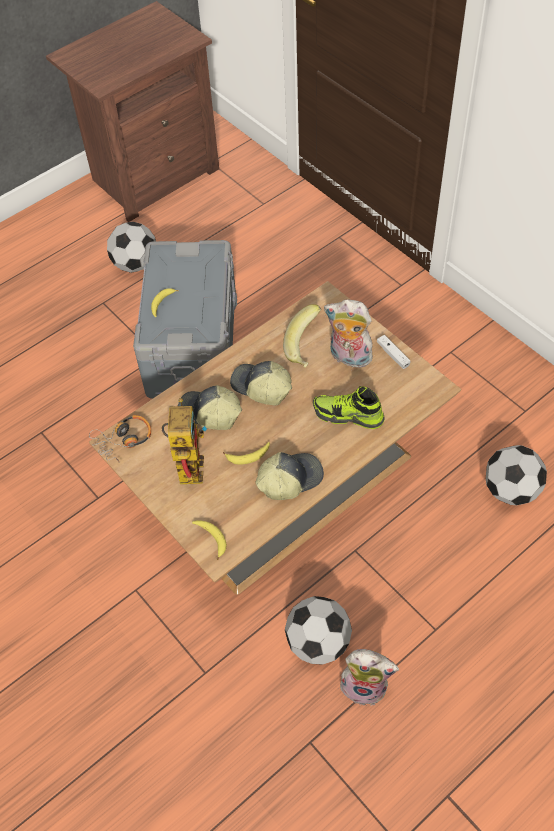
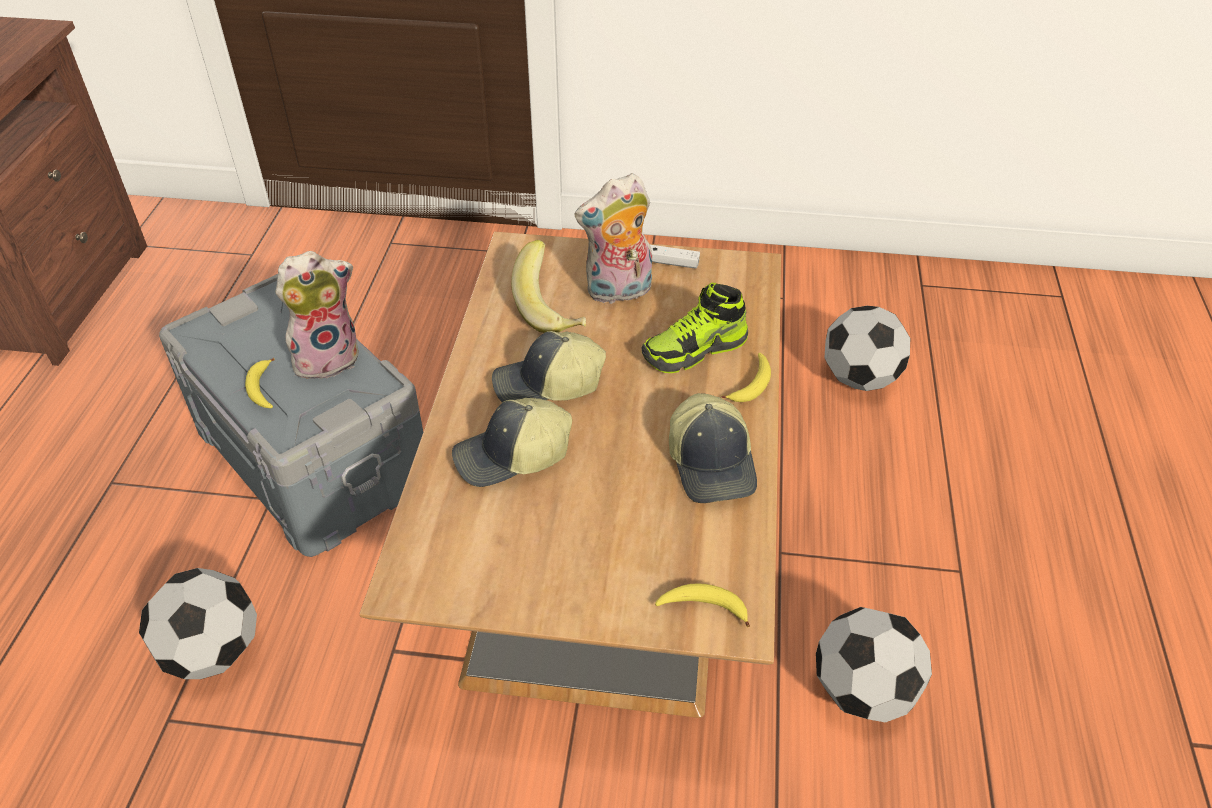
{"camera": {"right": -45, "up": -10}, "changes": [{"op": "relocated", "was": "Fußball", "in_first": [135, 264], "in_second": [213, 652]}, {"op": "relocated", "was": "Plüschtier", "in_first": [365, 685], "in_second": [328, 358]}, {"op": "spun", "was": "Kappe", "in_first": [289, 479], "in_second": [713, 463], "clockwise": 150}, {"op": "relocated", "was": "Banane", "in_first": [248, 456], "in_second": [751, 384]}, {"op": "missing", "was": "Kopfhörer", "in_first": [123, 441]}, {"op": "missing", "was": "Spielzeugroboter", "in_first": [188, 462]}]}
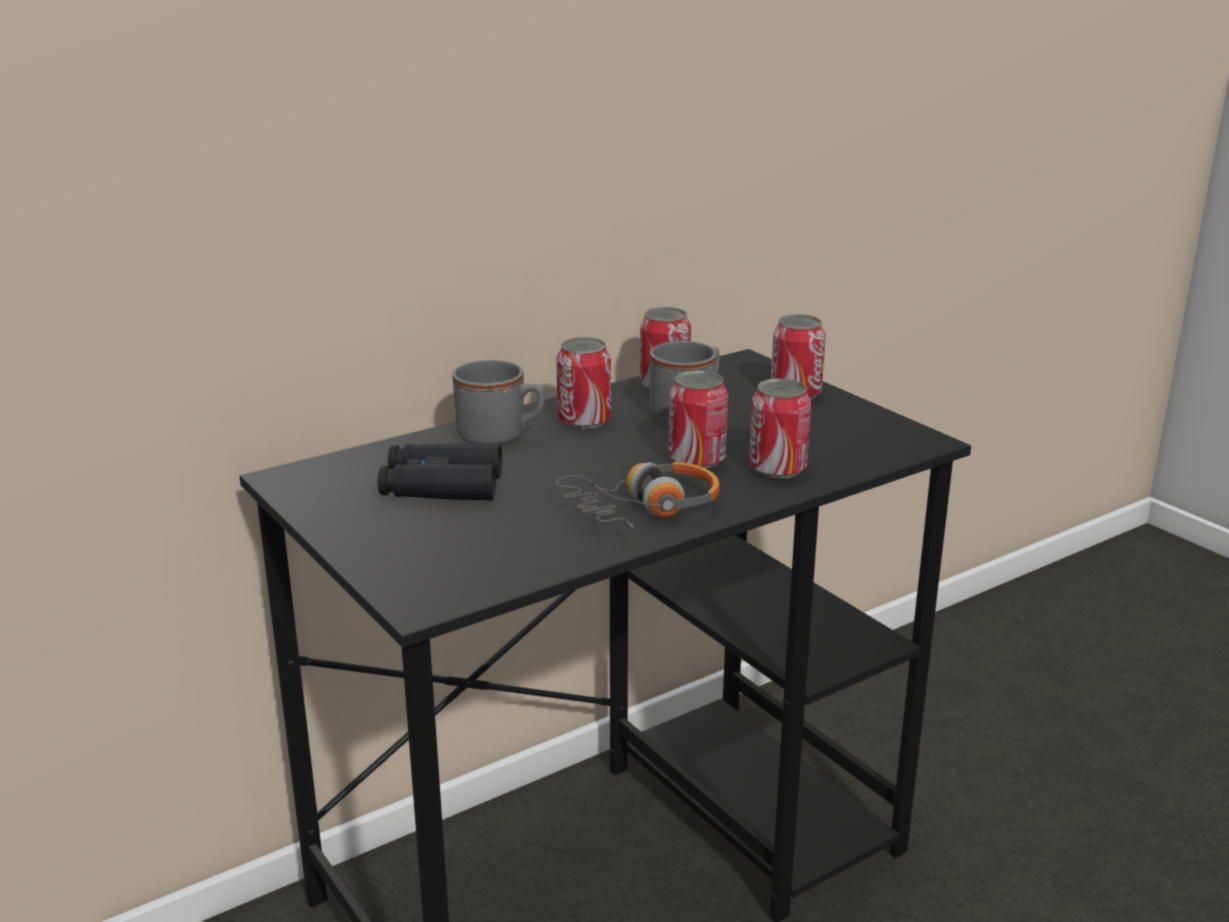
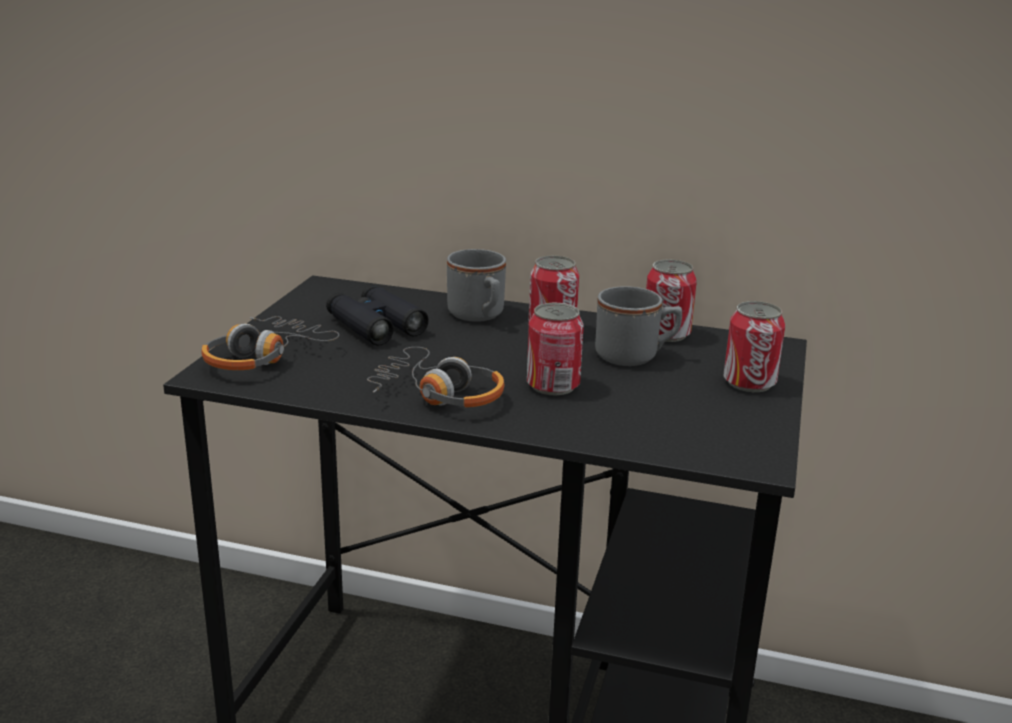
{"camera": {"right": 50, "up": 0}, "changes": [{"op": "appeared", "now": "Kopfhörer", "in_second": [264, 357]}, {"op": "missing", "was": "Dose", "in_first": [777, 468]}]}
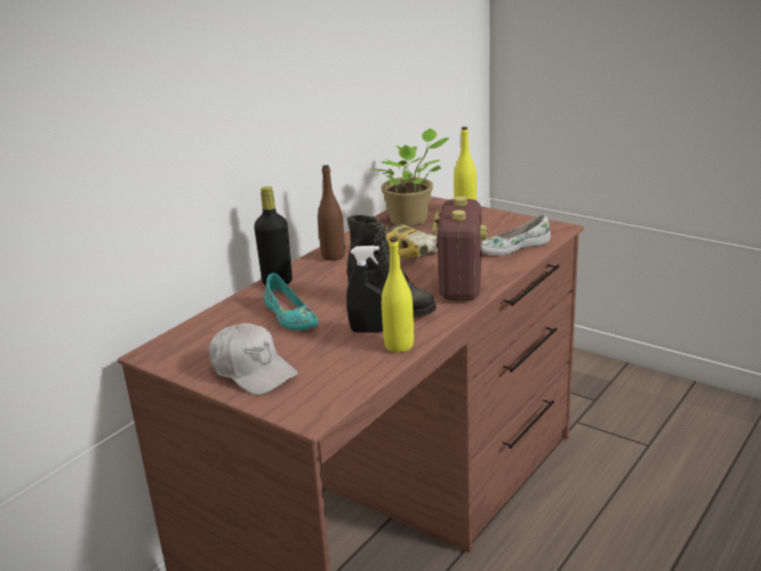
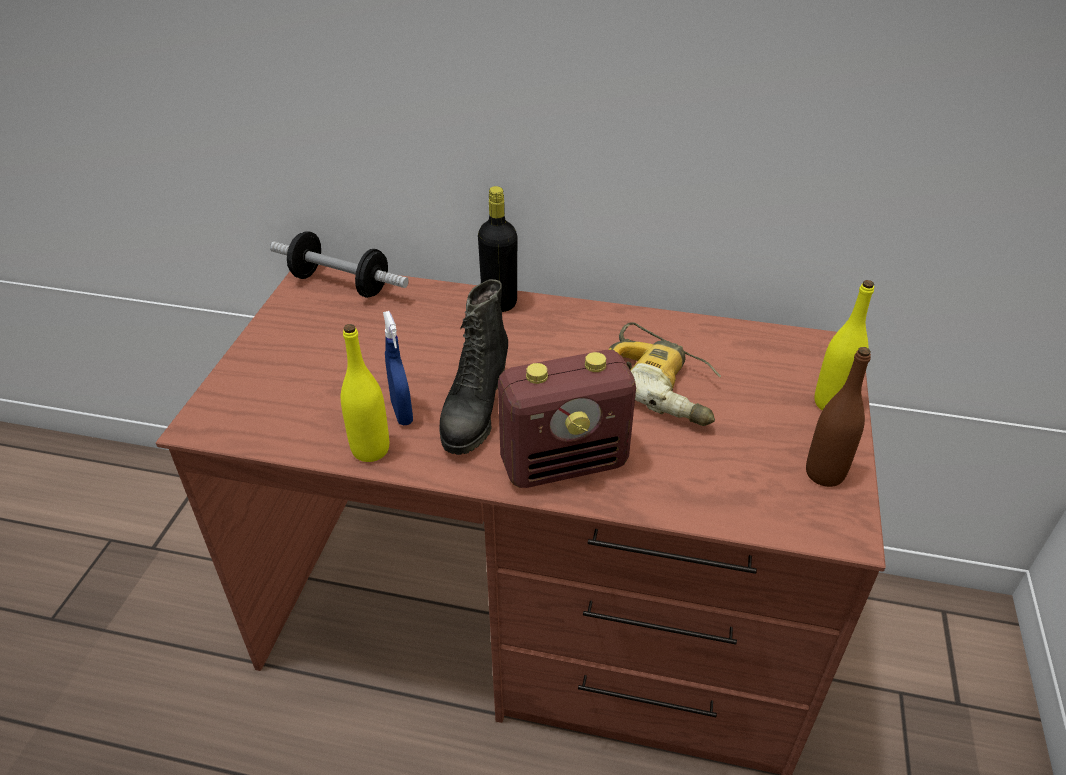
{"camera": {"right": 65, "up": 15}, "changes": [{"op": "appeared", "now": "Hantel", "in_second": [341, 284]}, {"op": "colour", "was": "Sprühflasche/schwarz", "now": "Sprühflasche/blau", "in_first": [369, 330], "in_second": [402, 412]}, {"op": "relocated", "was": "Flasche/braun", "in_first": [333, 256], "in_second": [824, 473]}, {"op": "missing", "was": "Kappe/weiß", "in_first": [253, 371]}, {"op": "missing", "was": "Schuh/türkis", "in_first": [290, 317]}, {"op": "missing", "was": "Topfpflanze", "in_first": [411, 220]}, {"op": "missing", "was": "Schuh/weiß", "in_first": [513, 247]}]}
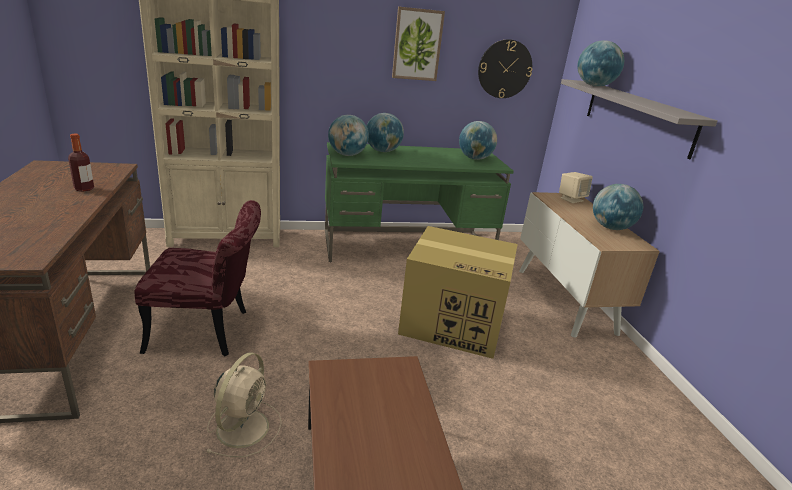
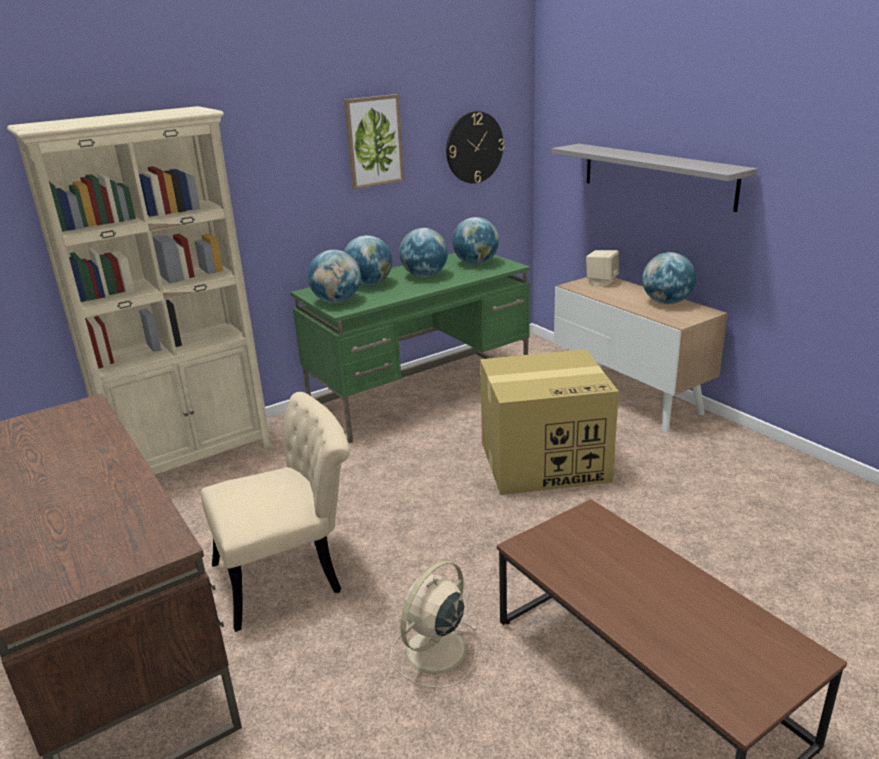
{"camera": {"right": -20, "up": 0}, "changes": [{"op": "colour", "was": "Stuhl/rot", "now": "Stuhl/beige", "in_first": [209, 331], "in_second": [291, 573]}, {"op": "spun", "was": "Ventilator/beige", "in_first": [244, 426], "in_second": [434, 652], "clockwise": -135}, {"op": "relocated", "was": "Globus", "in_first": [594, 86], "in_second": [424, 276]}, {"op": "missing", "was": "Flasche", "in_first": [84, 189]}]}
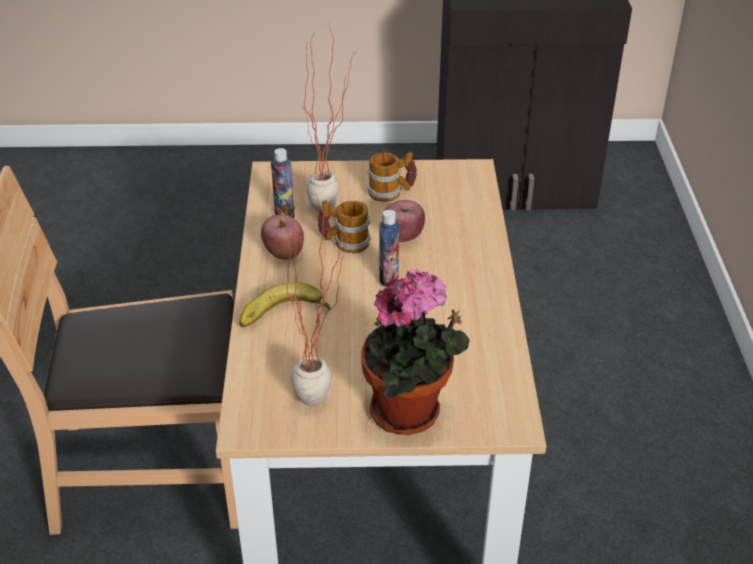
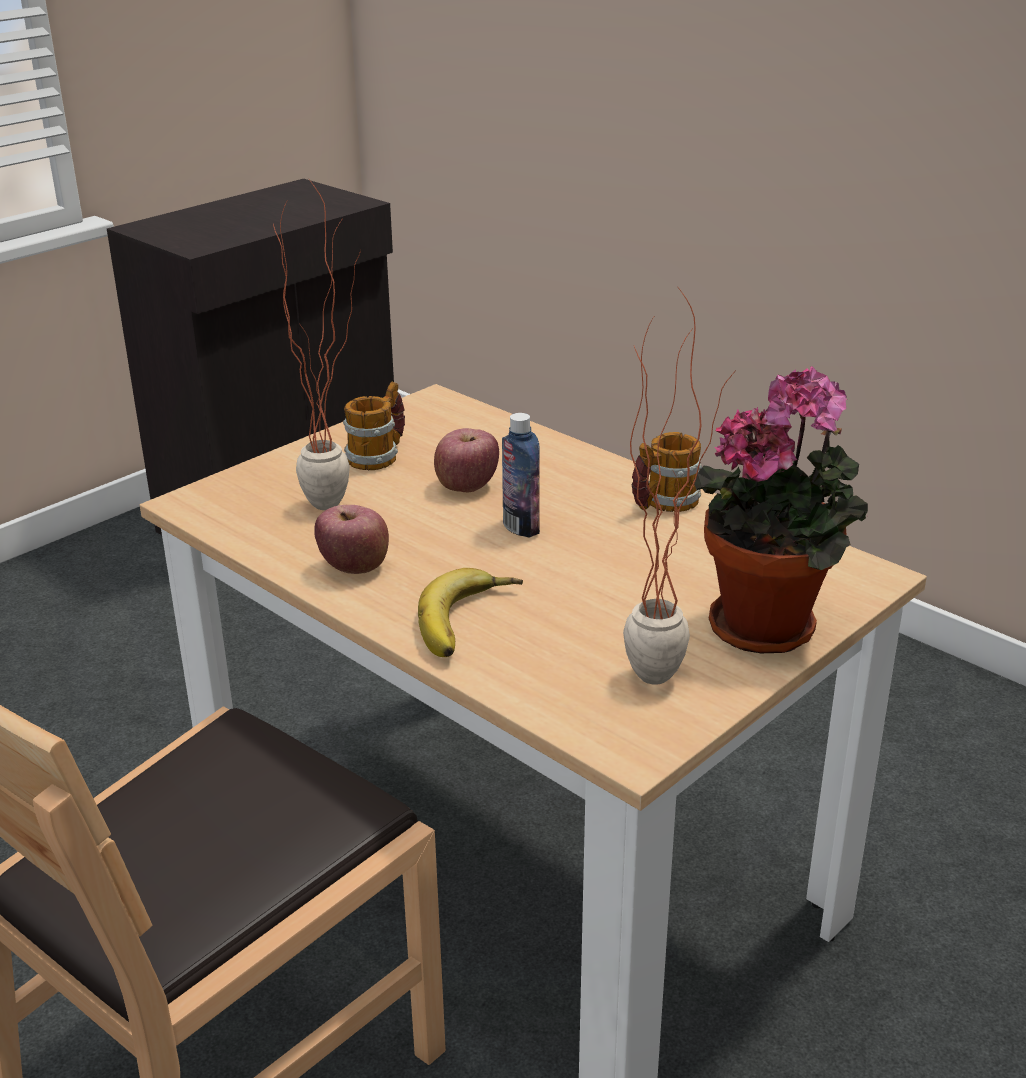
{"camera": {"right": -45, "up": -10}, "changes": [{"op": "relocated", "was": "Henkelbecher", "in_first": [344, 242], "in_second": [663, 503]}, {"op": "missing", "was": "Flasche", "in_first": [284, 213]}]}
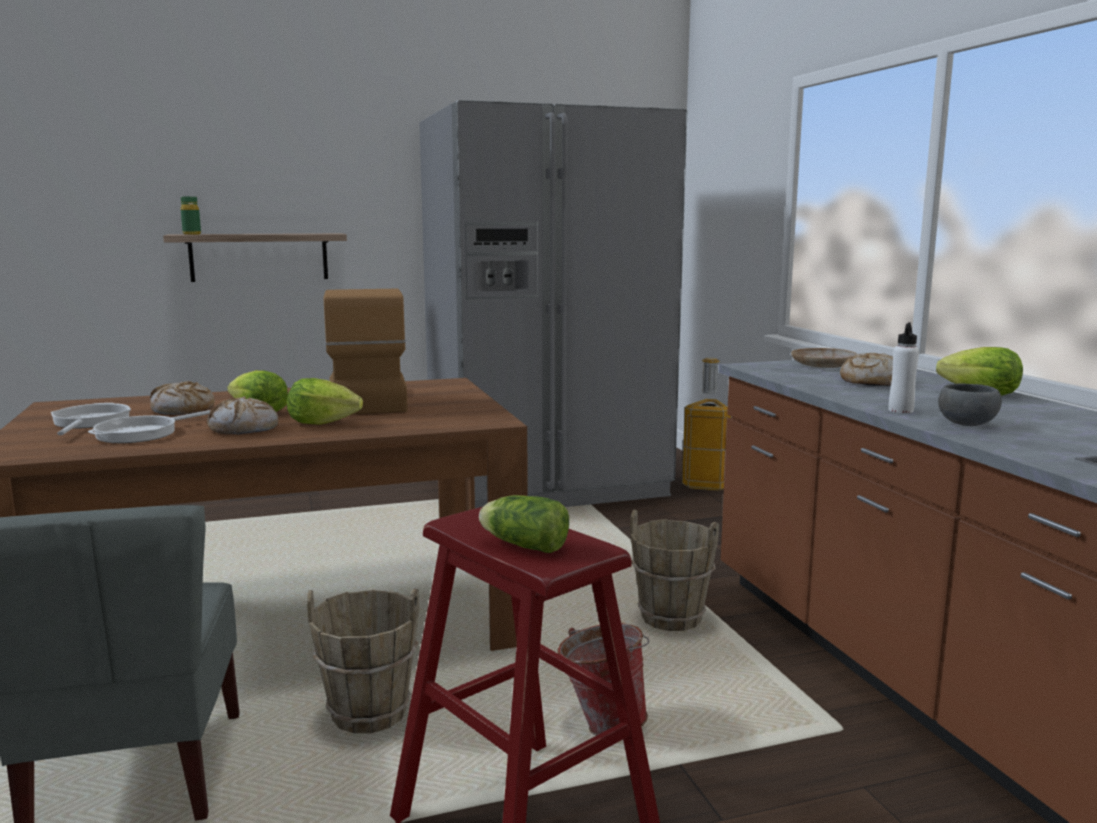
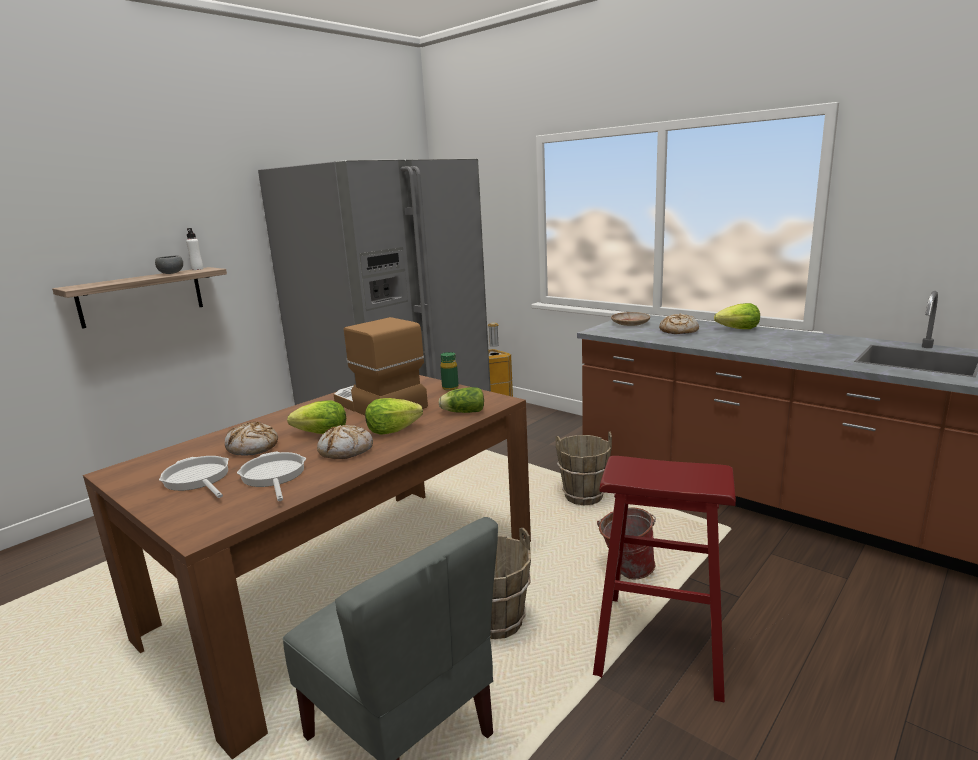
{"camera": {"right": -30, "up": 5}, "changes": [{"op": "relocated", "was": "Schüssel/grau", "in_first": [966, 424], "in_second": [171, 273]}, {"op": "relocated", "was": "Flasche/weiß", "in_first": [900, 410], "in_second": [197, 269]}, {"op": "spun", "was": "Pfanne", "in_first": [142, 433], "in_second": [273, 476], "clockwise": 150}, {"op": "relocated", "was": "Salatkopf", "in_first": [522, 545], "in_second": [462, 412]}, {"op": "relocated", "was": "Flasche/grün", "in_first": [192, 234], "in_second": [450, 388]}]}
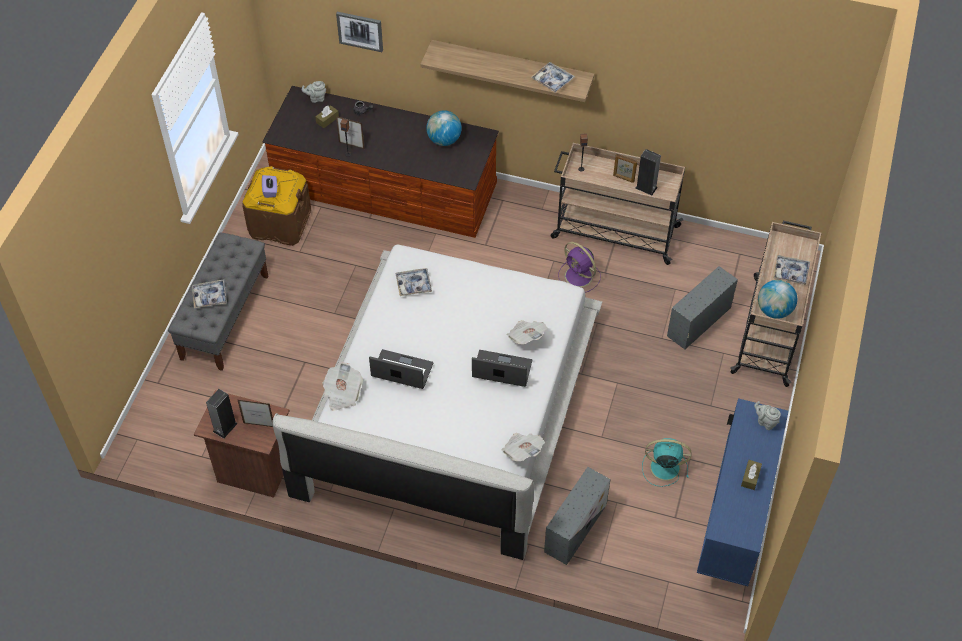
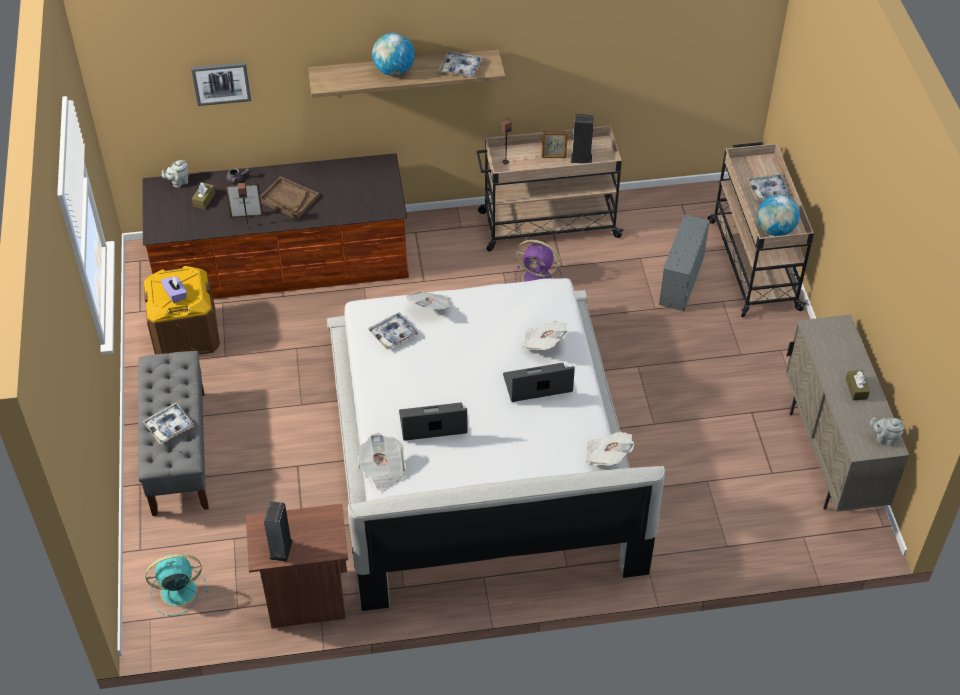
{"camera": {"right": -25, "up": -5}, "changes": [{"op": "relocated", "was": "Ventilator/türkis", "in_first": [663, 467], "in_second": [177, 591]}, {"op": "appeared", "now": "Tablett/braun", "in_second": [288, 199]}, {"op": "relocated", "was": "Globus", "in_first": [444, 140], "in_second": [394, 71]}, {"op": "appeared", "now": "Zeitung", "in_second": [431, 308]}, {"op": "colour", "was": "Schrank/blau", "now": "Schrank/beige", "in_first": [732, 524], "in_second": [830, 458]}, {"op": "relocated", "was": "Teekanne/grau", "in_first": [765, 422], "in_second": [884, 438]}, {"op": "missing", "was": "Bilderrahmen", "in_first": [259, 425]}, {"op": "missing", "was": "Aufbewahrungsbox/grau", "in_first": [576, 527]}]}
